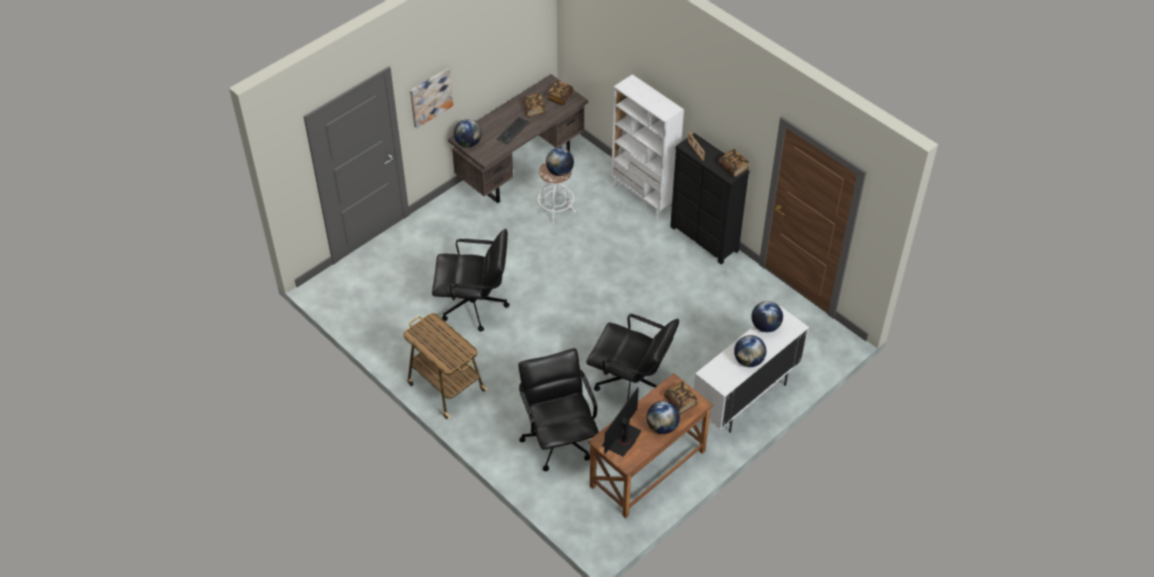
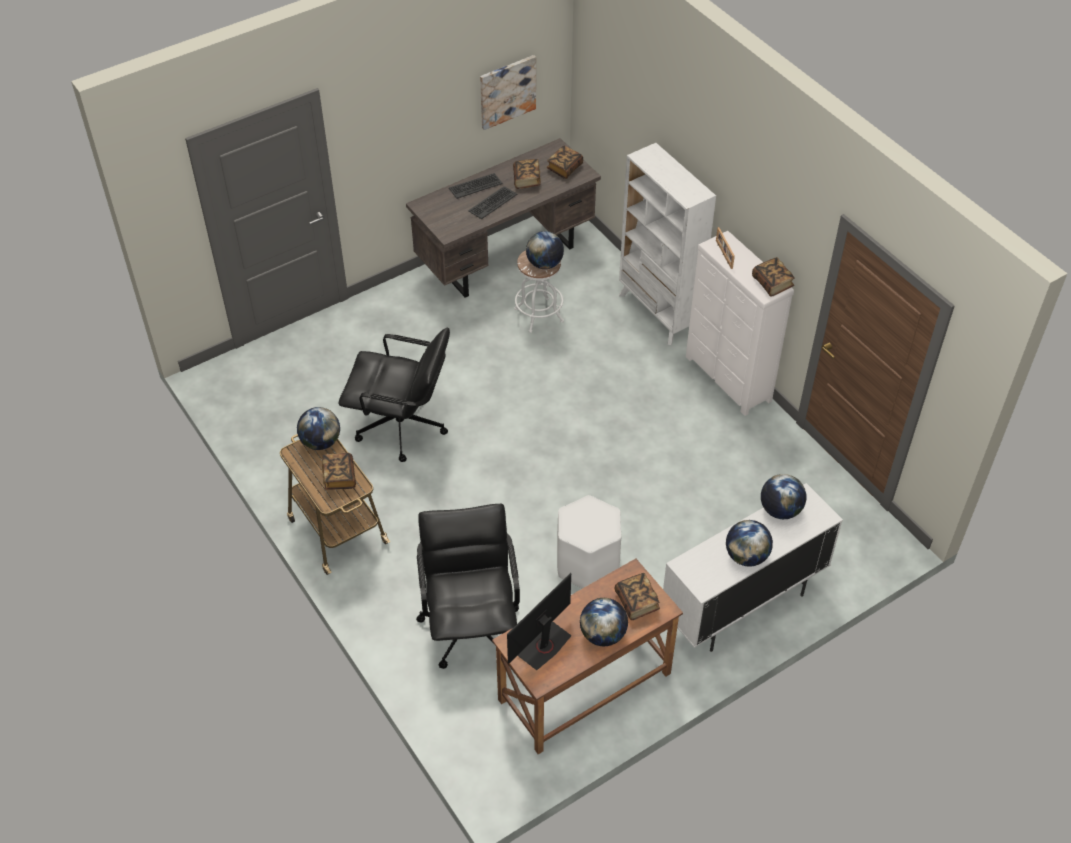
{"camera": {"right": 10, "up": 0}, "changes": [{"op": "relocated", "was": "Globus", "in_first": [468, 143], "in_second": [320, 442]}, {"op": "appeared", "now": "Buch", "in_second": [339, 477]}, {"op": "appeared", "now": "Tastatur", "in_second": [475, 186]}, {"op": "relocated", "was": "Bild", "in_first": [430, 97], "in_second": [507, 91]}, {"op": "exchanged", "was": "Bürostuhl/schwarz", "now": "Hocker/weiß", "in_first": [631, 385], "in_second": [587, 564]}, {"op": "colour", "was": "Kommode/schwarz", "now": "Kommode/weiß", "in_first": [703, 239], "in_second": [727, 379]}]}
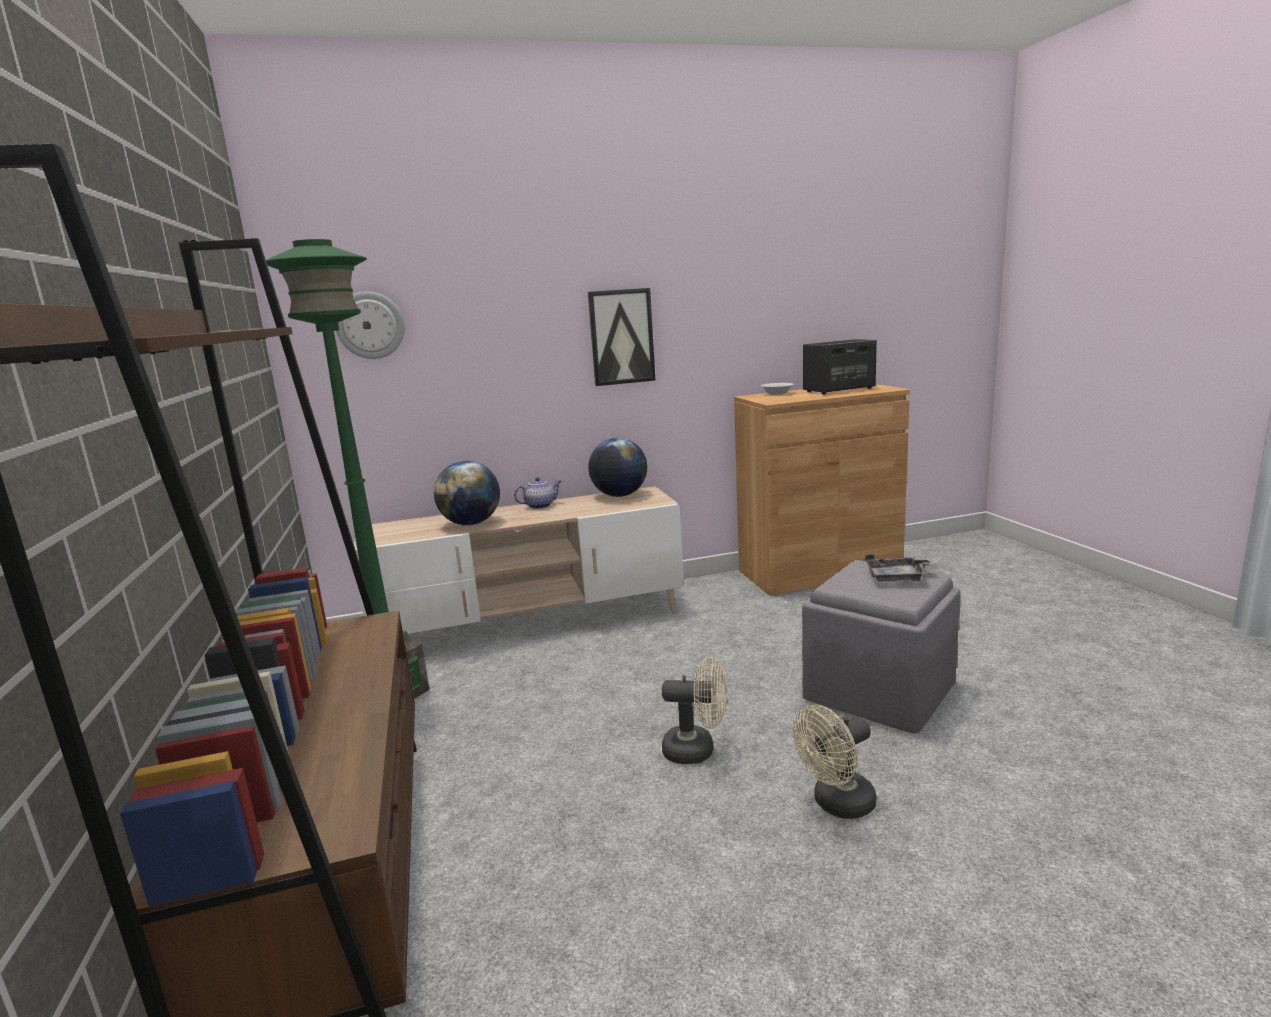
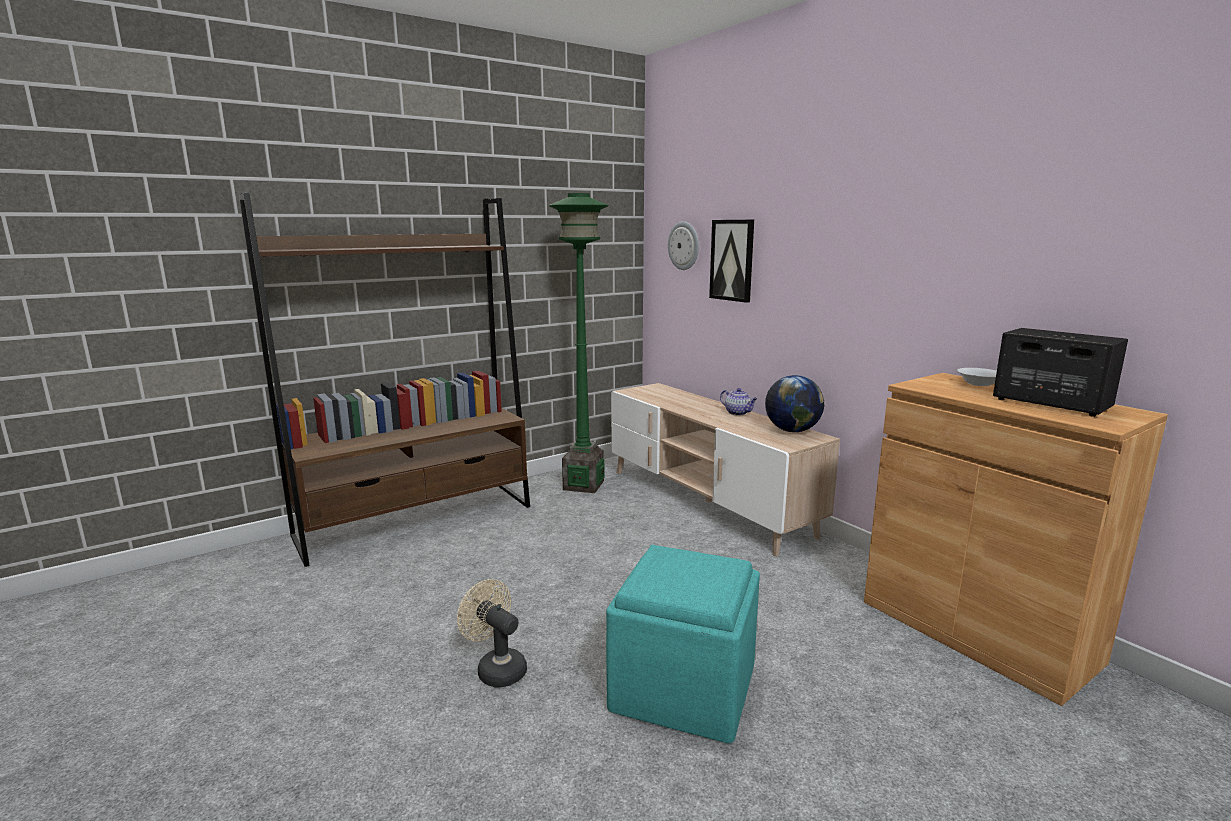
{"camera": {"right": 70, "up": 0}, "changes": [{"op": "colour", "was": "Polsterhocker/grau", "now": "Polsterhocker/türkis", "in_first": [880, 691], "in_second": [684, 689]}, {"op": "relocated", "was": "Bild", "in_first": [621, 337], "in_second": [732, 260]}, {"op": "missing", "was": "Globus", "in_first": [471, 523]}, {"op": "missing", "was": "Ventilator/beige", "in_first": [697, 750]}, {"op": "missing", "was": "Tablett/grau", "in_first": [898, 577]}]}
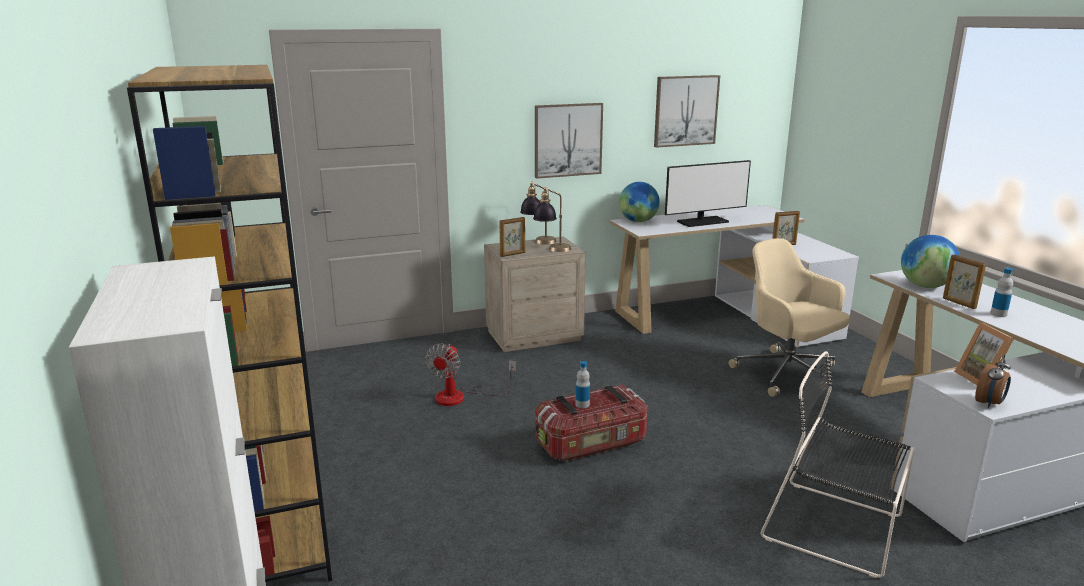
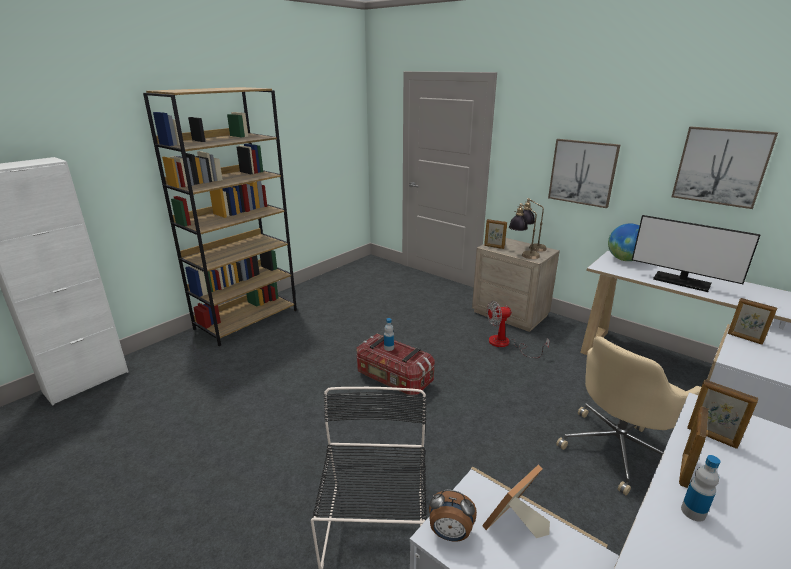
{"camera": {"right": 60, "up": 5}, "changes": [{"op": "relocated", "was": "Ventilator", "in_first": [460, 397], "in_second": [506, 344]}, {"op": "spun", "was": "Bürostuhl/beige", "in_first": [787, 374], "in_second": [617, 449], "clockwise": -150}, {"op": "exchanged", "was": "Globus", "now": "Bilderrahmen", "in_first": [925, 286], "in_second": [712, 437]}]}
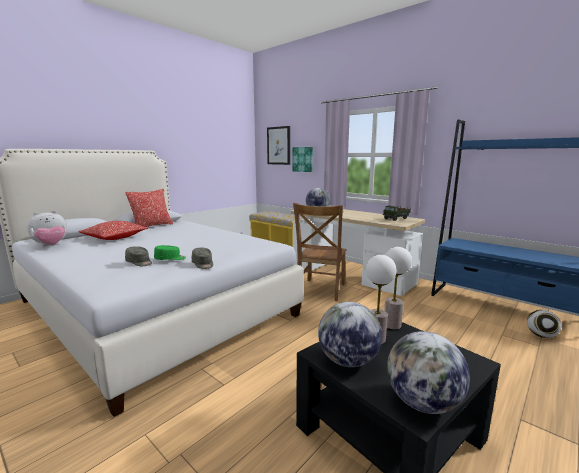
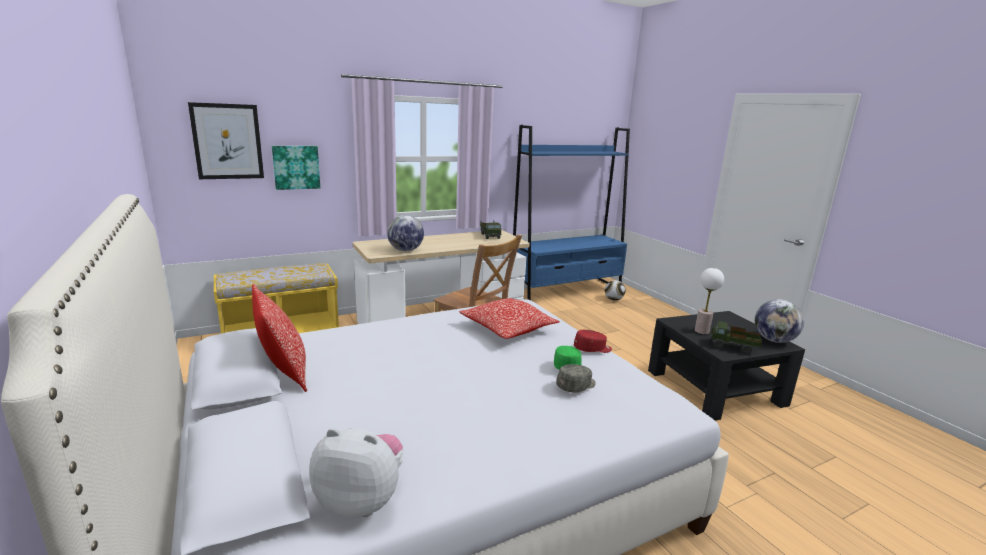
{"camera": {"right": -70, "up": 5}, "changes": [{"op": "spun", "was": "Plüschtier", "in_first": [51, 246], "in_second": [362, 500], "clockwise": -60}, {"op": "relocated", "was": "Kissen", "in_first": [114, 238], "in_second": [508, 329]}, {"op": "colour", "was": "Kappe/grau", "now": "Kappe/rot", "in_first": [203, 264], "in_second": [592, 349]}, {"op": "exchanged", "was": "Globus", "now": "Spielzeuglaster", "in_first": [348, 361], "in_second": [733, 347]}, {"op": "missing", "was": "Tischlampe", "in_first": [392, 325]}]}
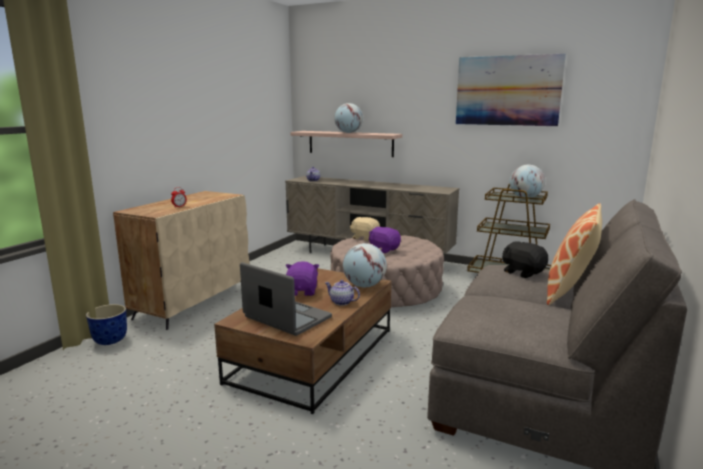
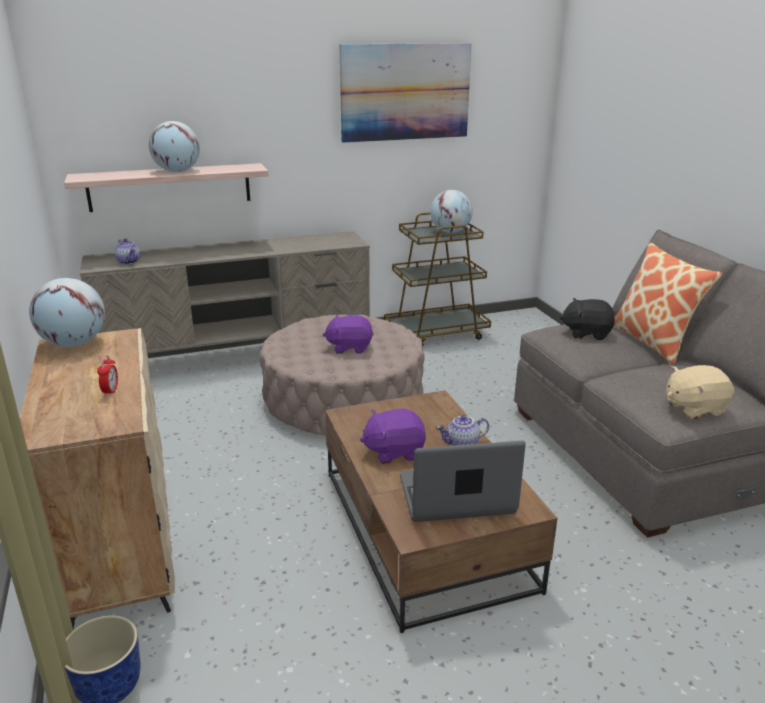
{"camera": {"right": -45, "up": 10}, "changes": [{"op": "relocated", "was": "Globus", "in_first": [364, 286], "in_second": [74, 344]}, {"op": "spun", "was": "Plüschtier/lila", "in_first": [302, 292], "in_second": [394, 452], "clockwise": -60}, {"op": "relocated", "was": "Plüschtier/beige", "in_first": [364, 238], "in_second": [693, 408]}]}
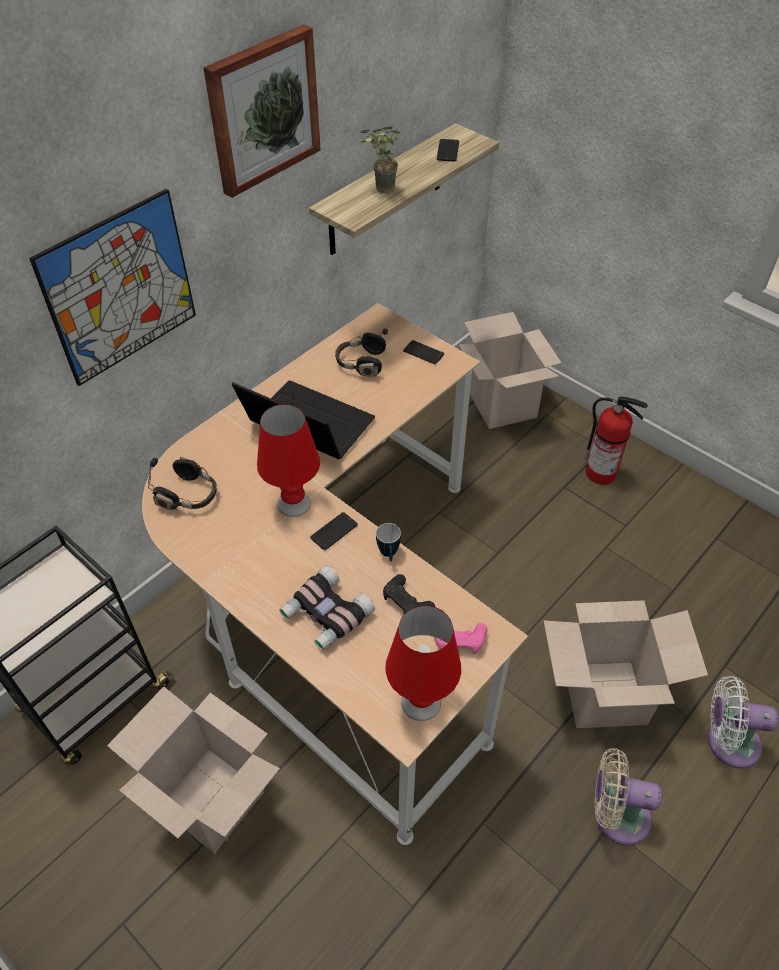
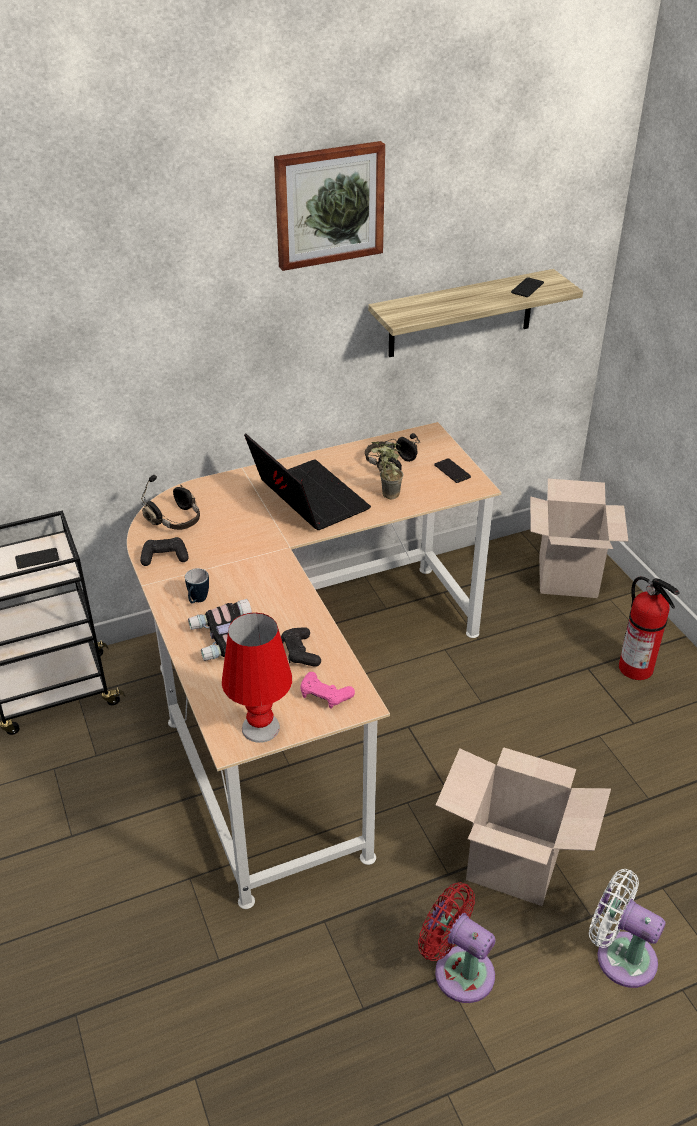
{"camera": {"right": 25, "up": -10}, "changes": [{"op": "relocated", "was": "Handy", "in_first": [334, 531], "in_second": [37, 559]}, {"op": "appeared", "now": "Gamepad/schwarz", "in_second": [164, 557]}, {"op": "relocated", "was": "Henkelbecher", "in_first": [389, 555], "in_second": [197, 601]}, {"op": "relocated", "was": "Topfpflanze", "in_first": [380, 190], "in_second": [385, 495]}, {"op": "colour", "was": "Ventilator/beige", "now": "Ventilator/rot", "in_first": [616, 815], "in_second": [458, 970]}, {"op": "missing", "was": "Bild", "in_first": [120, 289]}, {"op": "missing", "was": "Karton", "in_first": [211, 799]}, {"op": "missing", "was": "Tischlampe/rot", "in_first": [293, 504]}]}
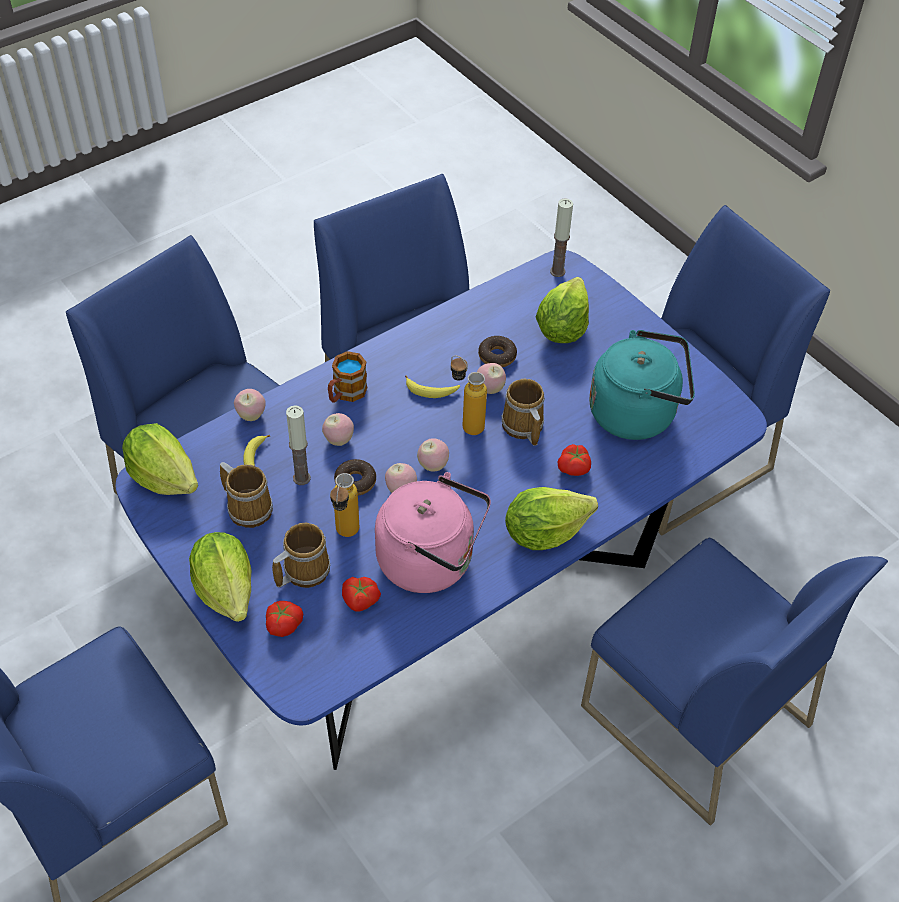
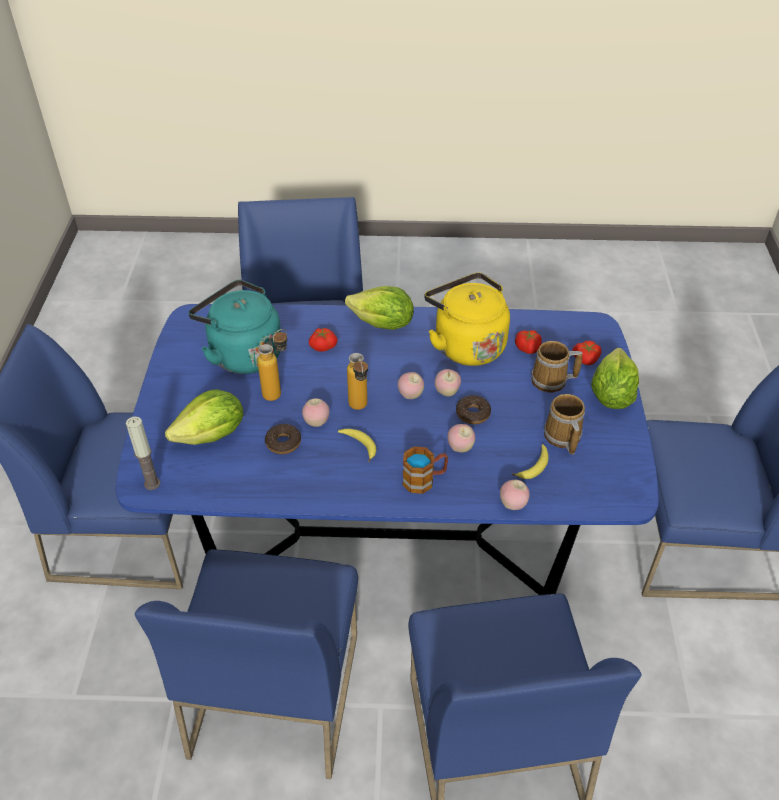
{"camera": {"right": -140, "up": -5}, "changes": [{"op": "relocated", "was": "Flasche", "in_first": [345, 536], "in_second": [278, 391]}, {"op": "colour", "was": "Wasserkessel/rosa", "now": "Wasserkessel/gelb", "in_first": [431, 561], "in_second": [466, 345]}, {"op": "missing", "was": "Salatkopf", "in_first": [163, 477]}, {"op": "missing", "was": "Kerze", "in_first": [301, 478]}, {"op": "missing", "was": "Henkelbecher", "in_first": [522, 426]}]}
